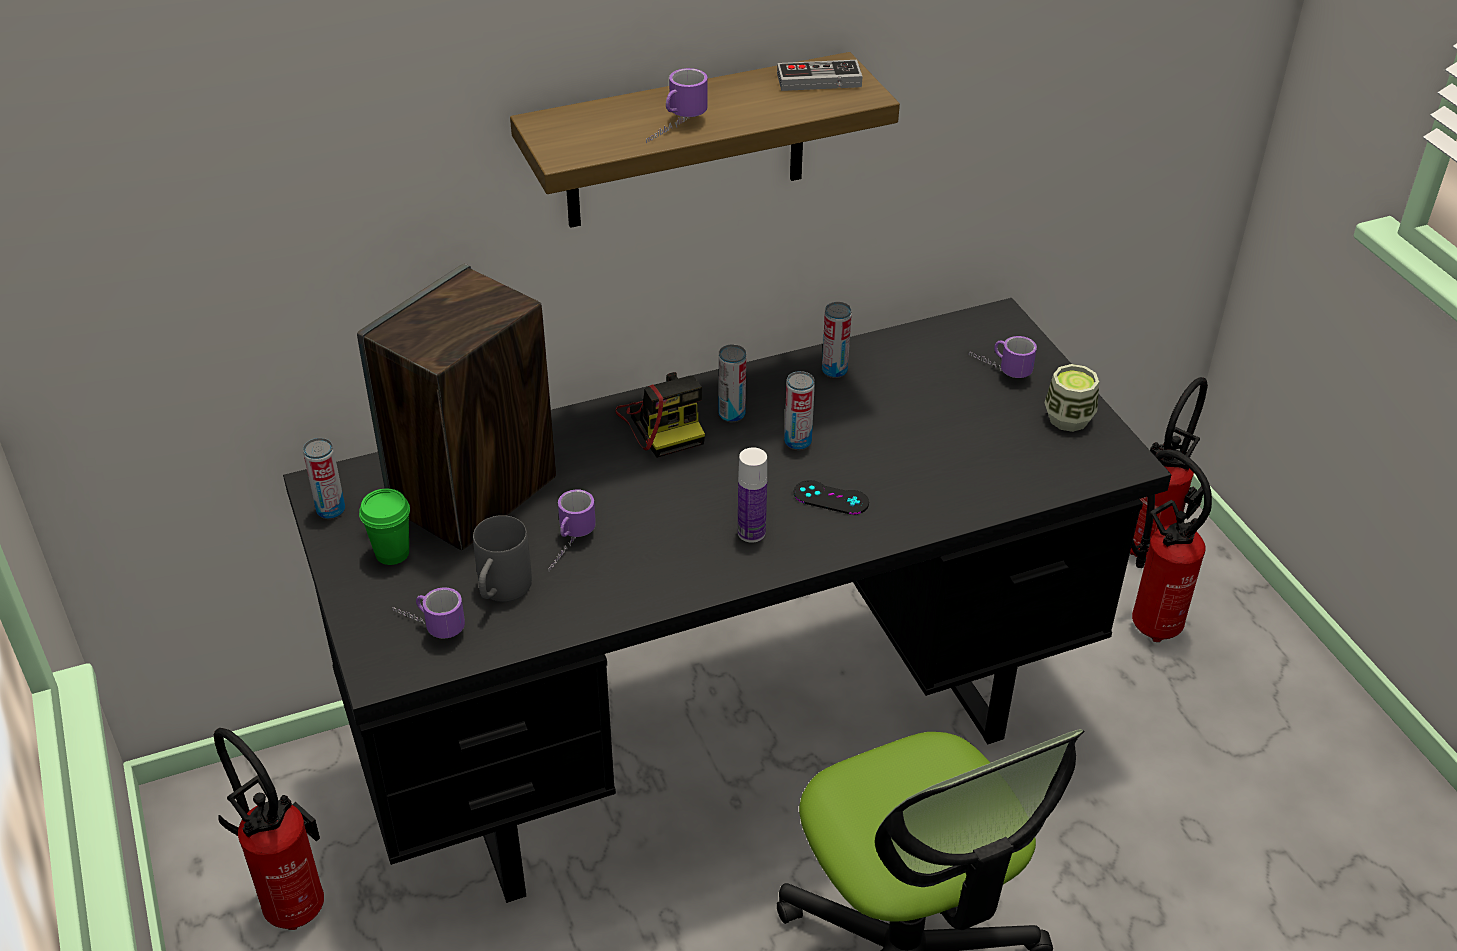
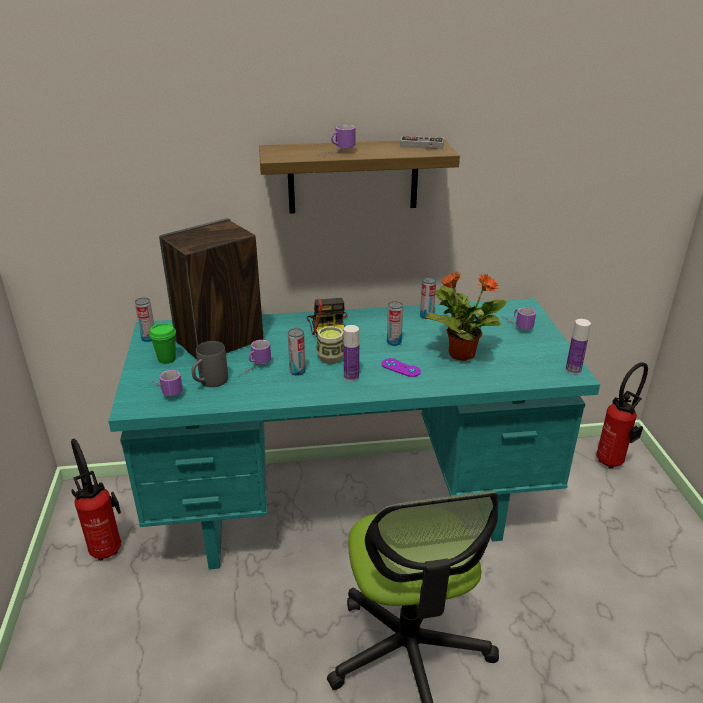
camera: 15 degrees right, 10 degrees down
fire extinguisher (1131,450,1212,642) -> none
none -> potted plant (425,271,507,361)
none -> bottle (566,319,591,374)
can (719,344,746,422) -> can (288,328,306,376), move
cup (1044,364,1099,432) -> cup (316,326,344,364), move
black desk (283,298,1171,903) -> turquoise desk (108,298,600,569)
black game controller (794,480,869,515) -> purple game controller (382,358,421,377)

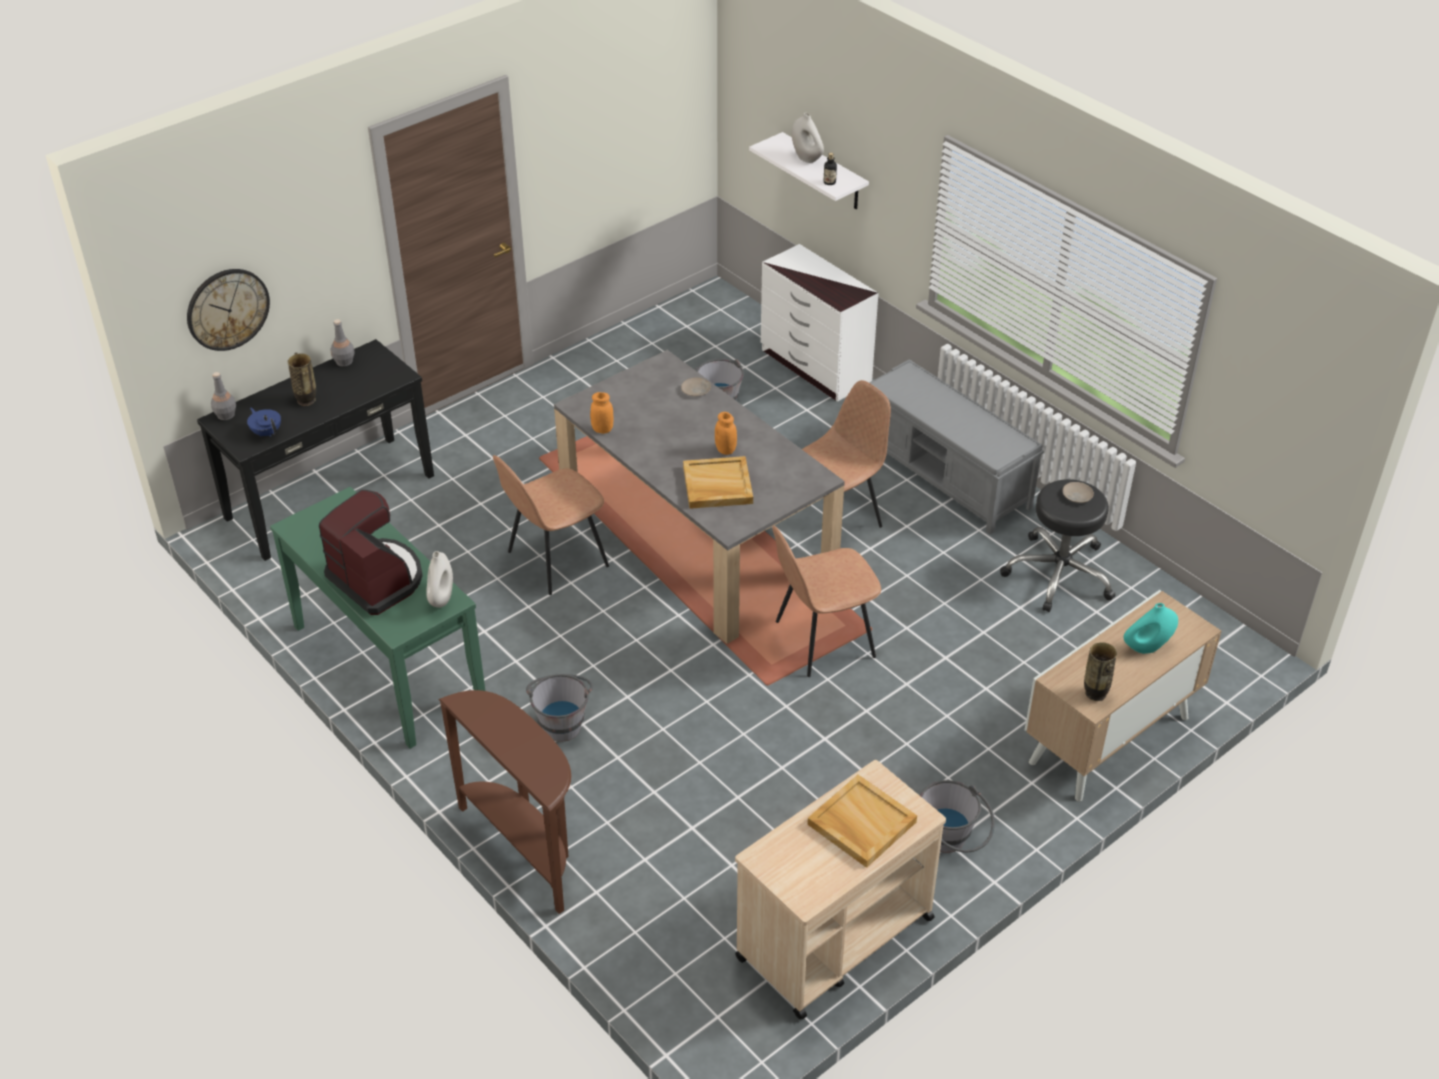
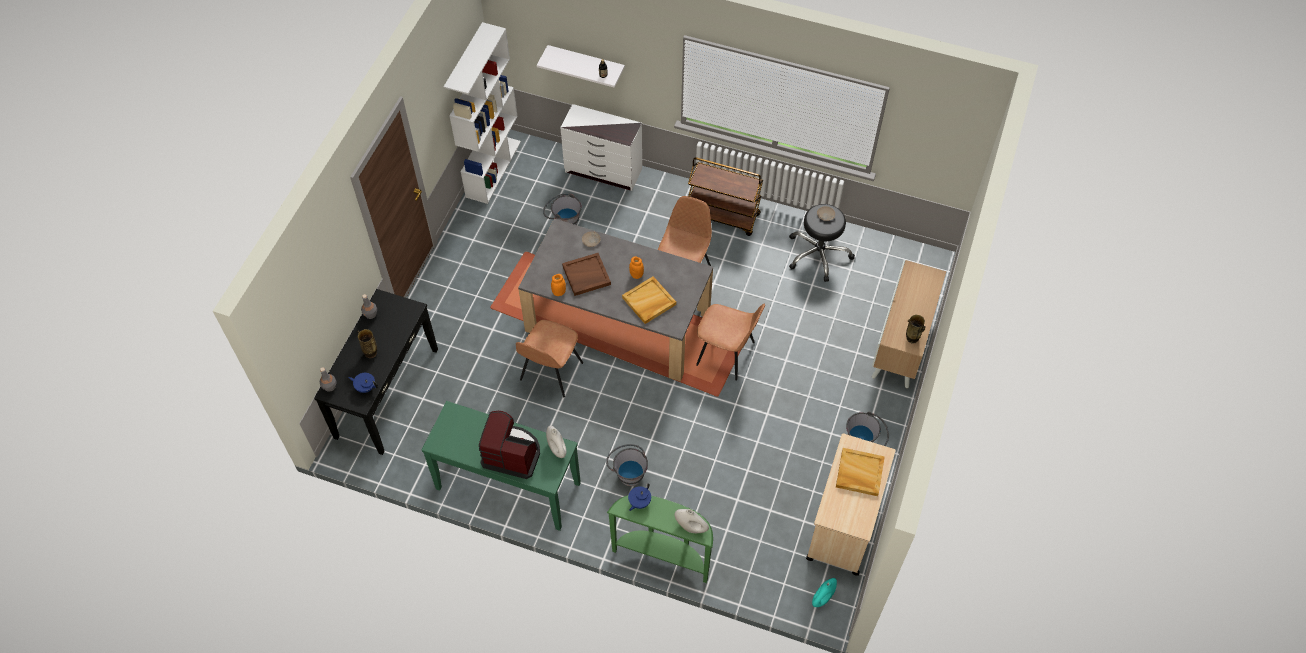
camera: 30 degrees left, 15 degrees up
wall clock (187,269,270,351) -> none
none -> white bookcase (444,22,521,204)
none -> brown tray (562,253,611,296)
none -> blue teapot (628,483,651,511)
white vase (792,113,824,163) -> white vase (675,509,709,533), move
turquoise vase (1124,603,1178,654) -> turquoise vase (812,578,837,607), move
grey bench (870,359,1044,534) -> brown cart (688,157,763,236)
brown console table (438,690,571,914) -> green console table (607,495,713,583)
brown chair (772,525,881,677) -> brown chair (696,303,765,381), 105 degrees counterclockwise

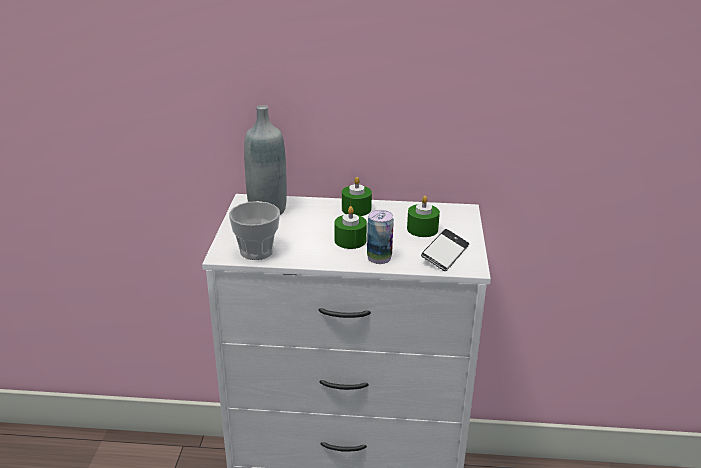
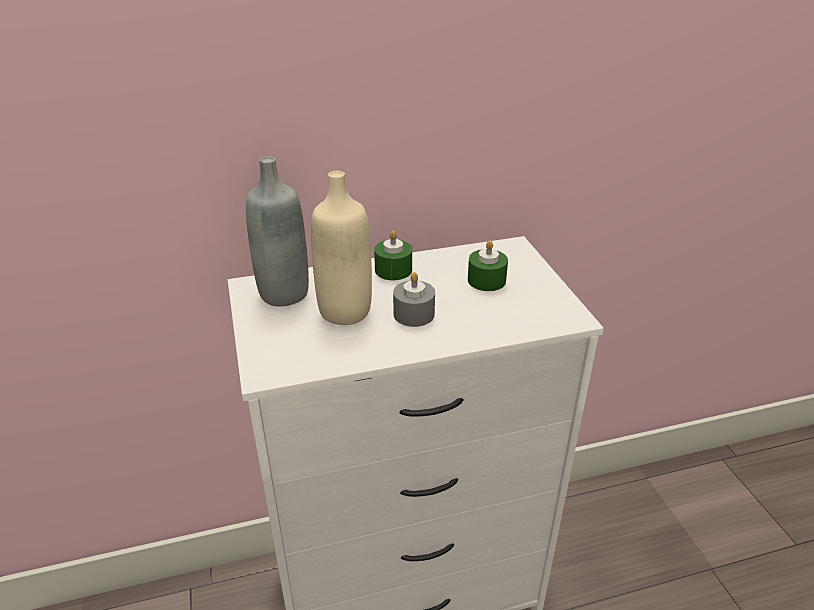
camera: 20 degrees left, 5 degrees up
cup (229,201,280,260) -> none
can (367,210,394,264) -> none
phone (421,229,469,271) -> none
none -> beige bottle (311,171,372,325)
green candle (334,206,367,249) -> grey candle (393,272,435,327)

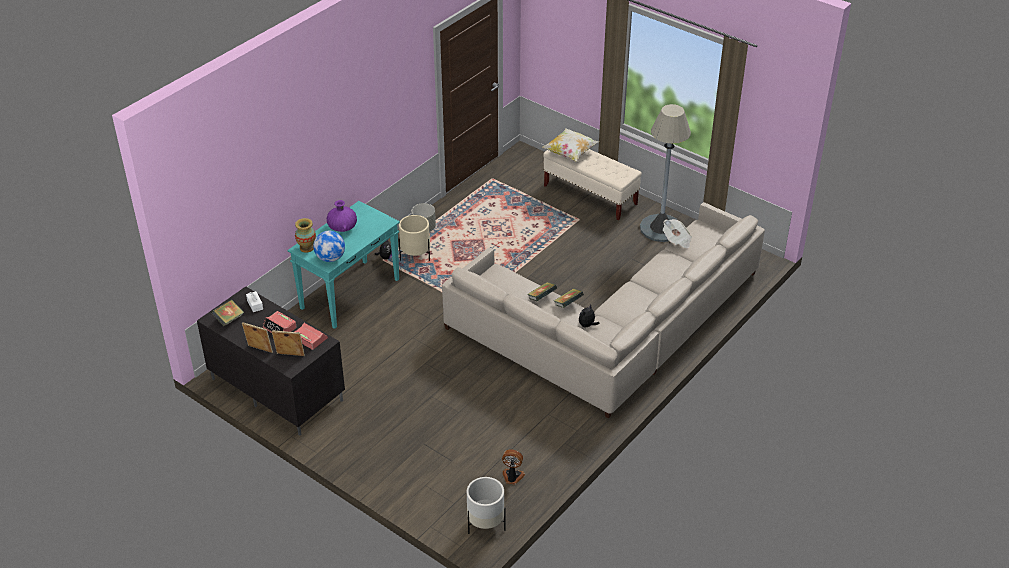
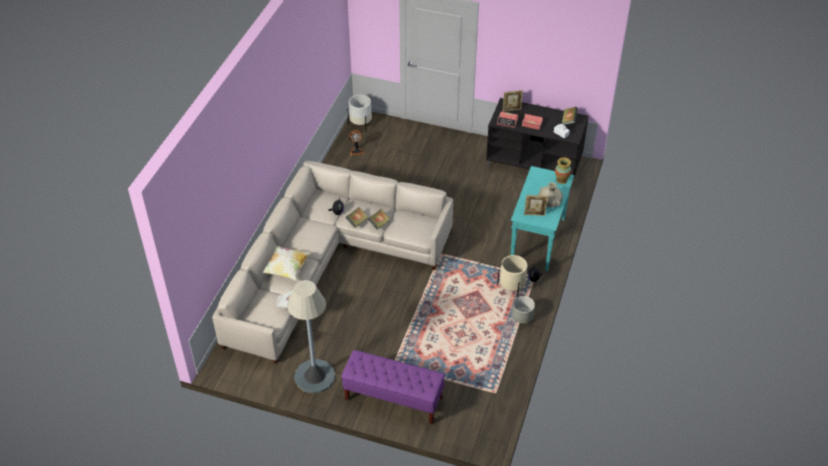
camera: 160 degrees right, 5 degrees up
globe (313,231,345,262) -> none
picture frame (242,322,273,353) -> picture frame (524,195,548,216), move
pillow (542,128,599,161) -> pillow (263,246,311,281), move
purple vase (327,200,357,232) -> beige vase (538,182,563,207)
beige bench (543,149,642,221) -> purple bench (342,350,445,424)

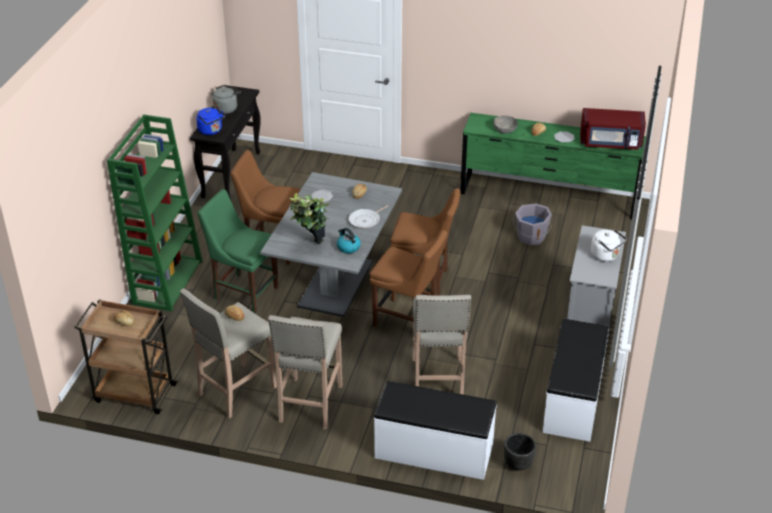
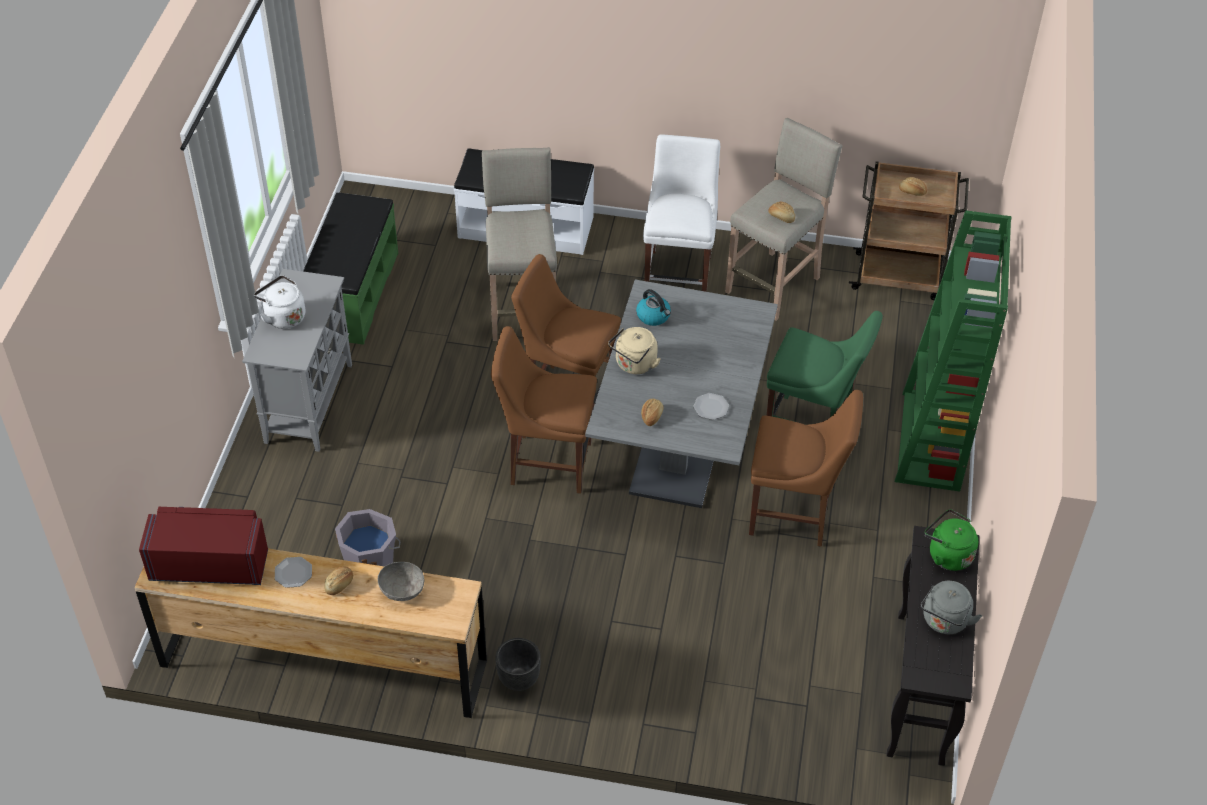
camera: 175 degrees right, 10 degrees up
potted plant (289,193,329,244) -> none
black planter (504,433,536,471) -> black planter (495,638,541,691), move
beige stool (268,315,343,430) -> white chair (643,134,720,292)
frying pan (349,205,389,229) -> beige kettle (608,327,661,374)
blue kettle (196,108,225,135) -> green kettle (924,509,978,571)
green dresser (460,113,646,219) -> brown dresser (134,548,487,718)
white bench (542,319,609,442) -> green bench (303,192,398,345)

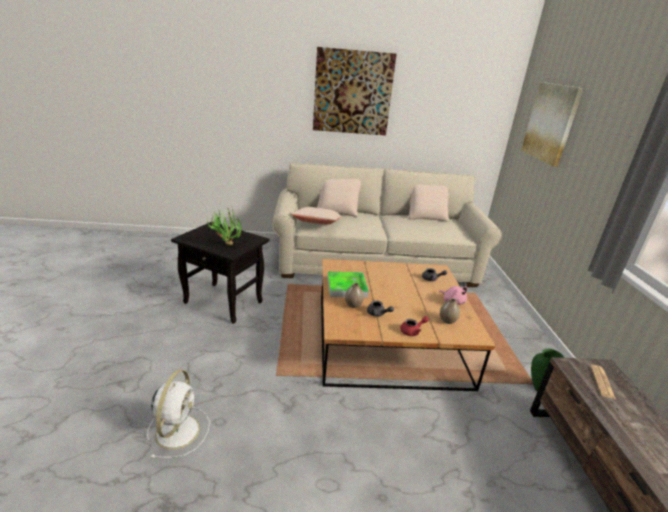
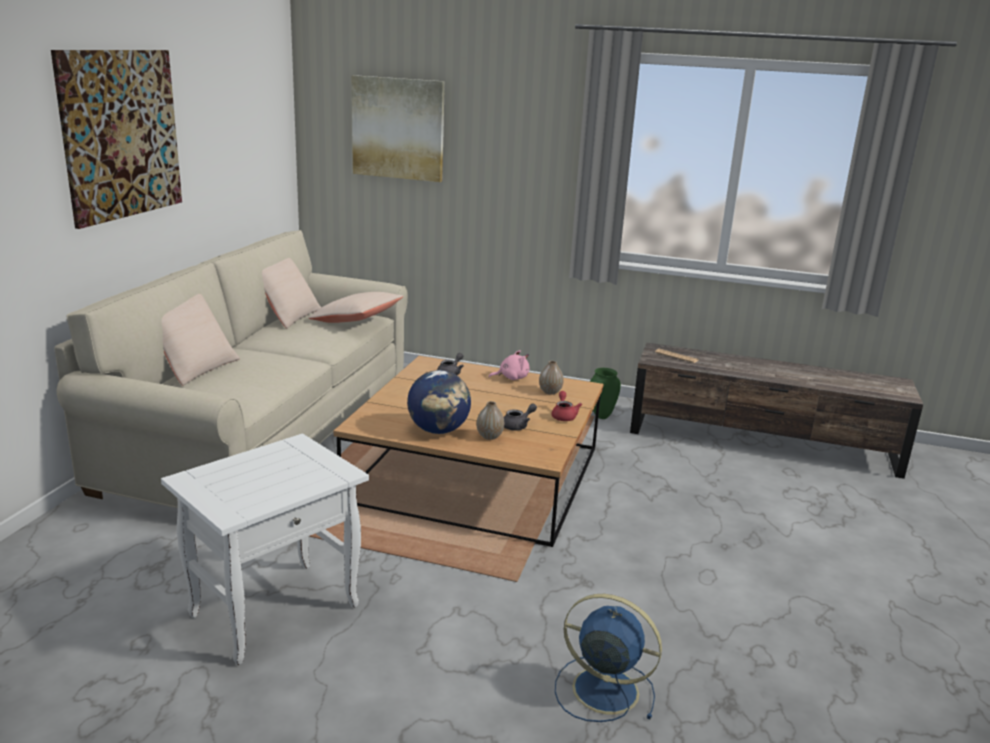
camera: 70 degrees left, 5 degrees down
potted plant (207,208,242,246) -> none
beige pillow (291,207,343,225) -> beige pillow (309,292,404,323), move
tray (327,272,369,298) -> globe (407,370,471,434)
white fan (147,370,210,458) -> blue fan (555,594,662,722)
black side table (171,222,269,324) -> white side table (161,433,369,665)

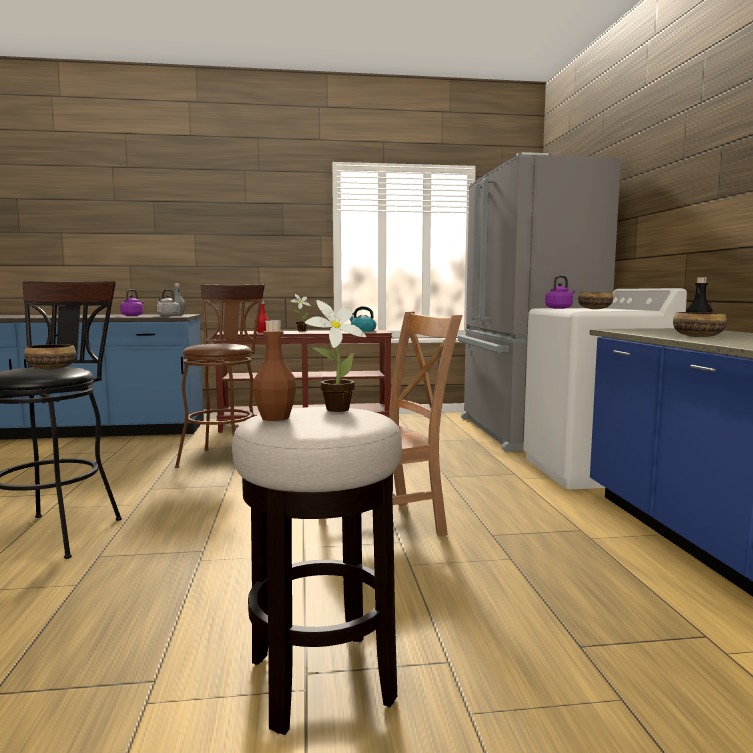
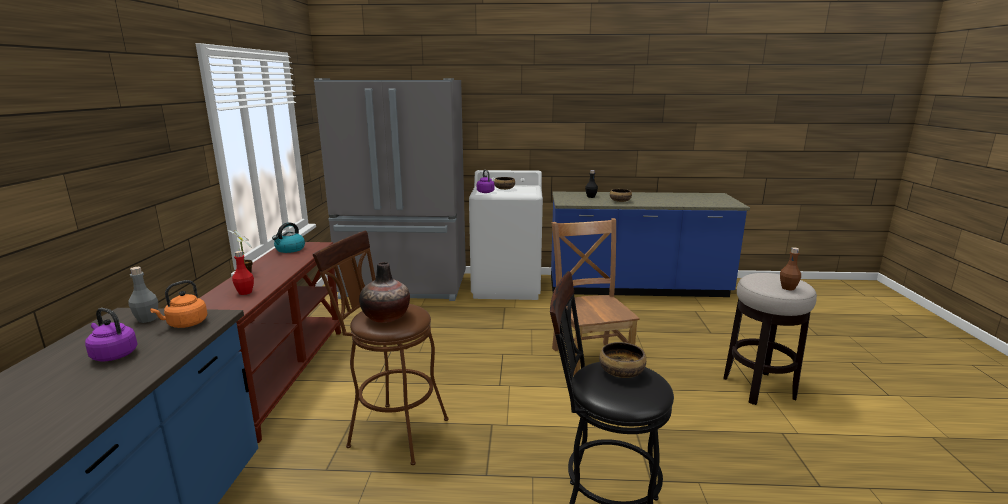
camera: 80 degrees left, 10 degrees up
potted plant (304,300,366,412) -> none
none -> vase (359,262,410,323)
grey kettle (157,289,180,316) -> orange kettle (150,280,208,328)

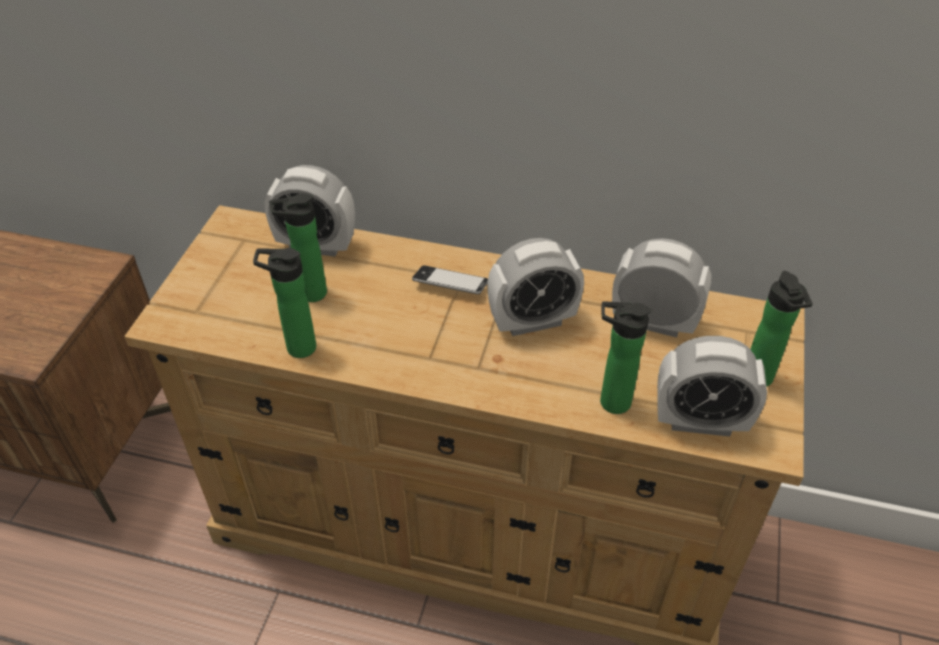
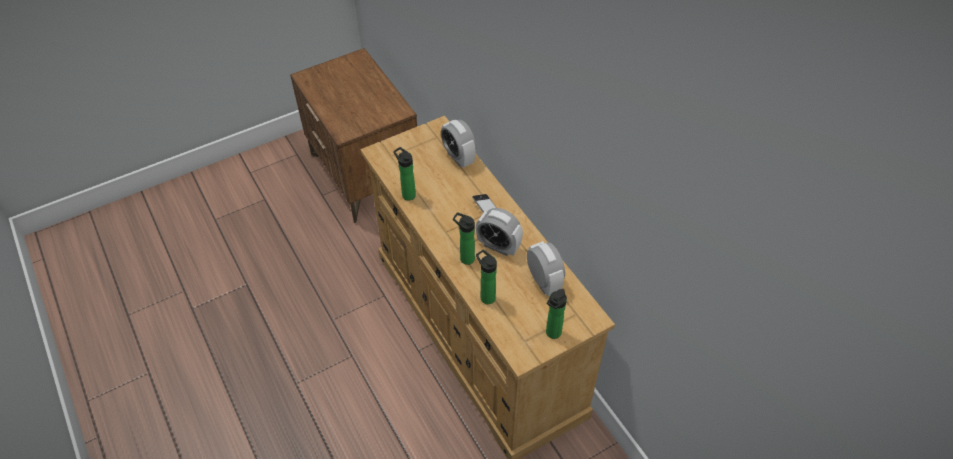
camera: 45 degrees right, 5 degrees up
alarm clock (657,336,767,437) -> none
bottle (269,193,327,302) -> bottle (453,212,475,265), move

